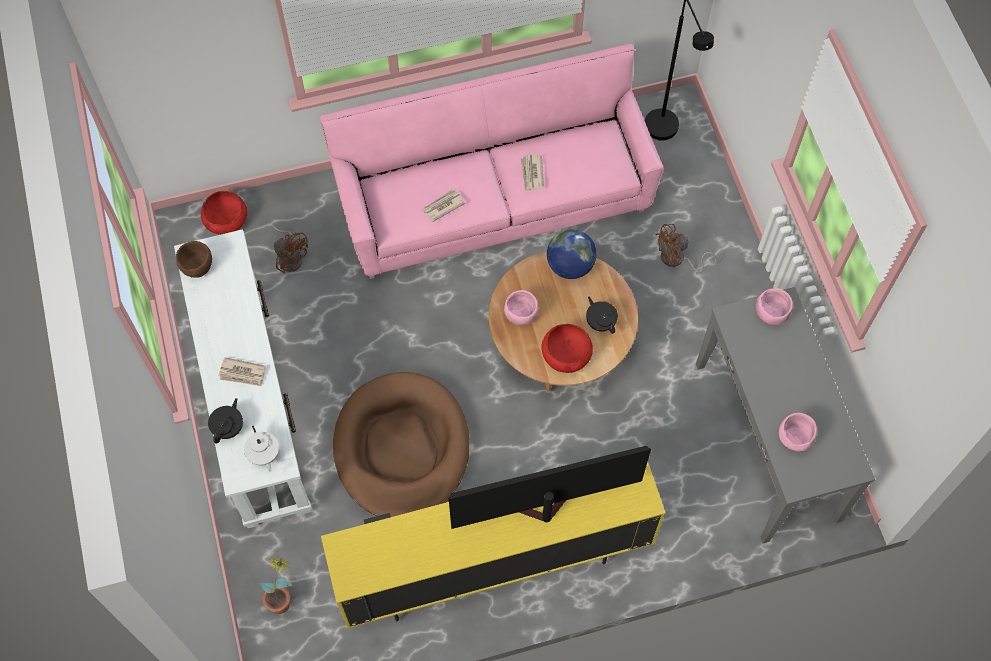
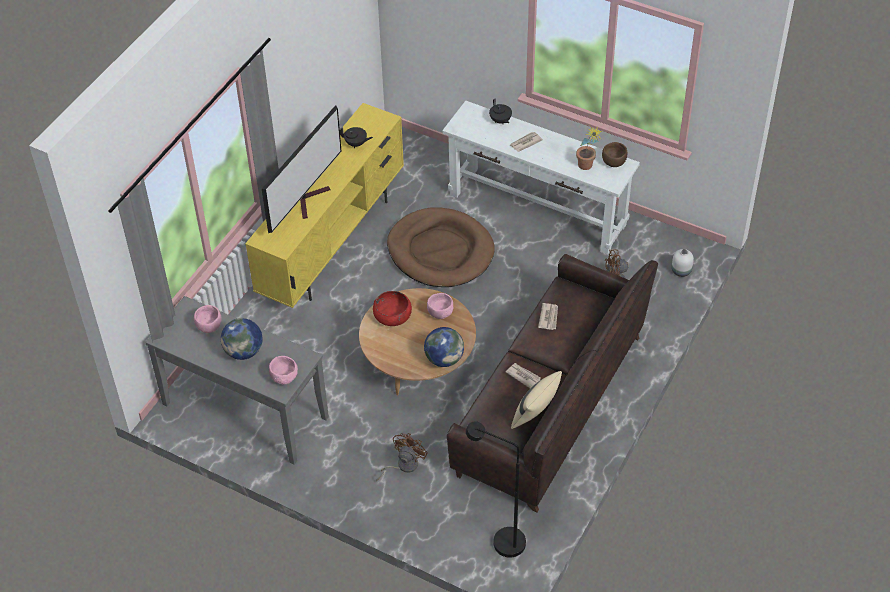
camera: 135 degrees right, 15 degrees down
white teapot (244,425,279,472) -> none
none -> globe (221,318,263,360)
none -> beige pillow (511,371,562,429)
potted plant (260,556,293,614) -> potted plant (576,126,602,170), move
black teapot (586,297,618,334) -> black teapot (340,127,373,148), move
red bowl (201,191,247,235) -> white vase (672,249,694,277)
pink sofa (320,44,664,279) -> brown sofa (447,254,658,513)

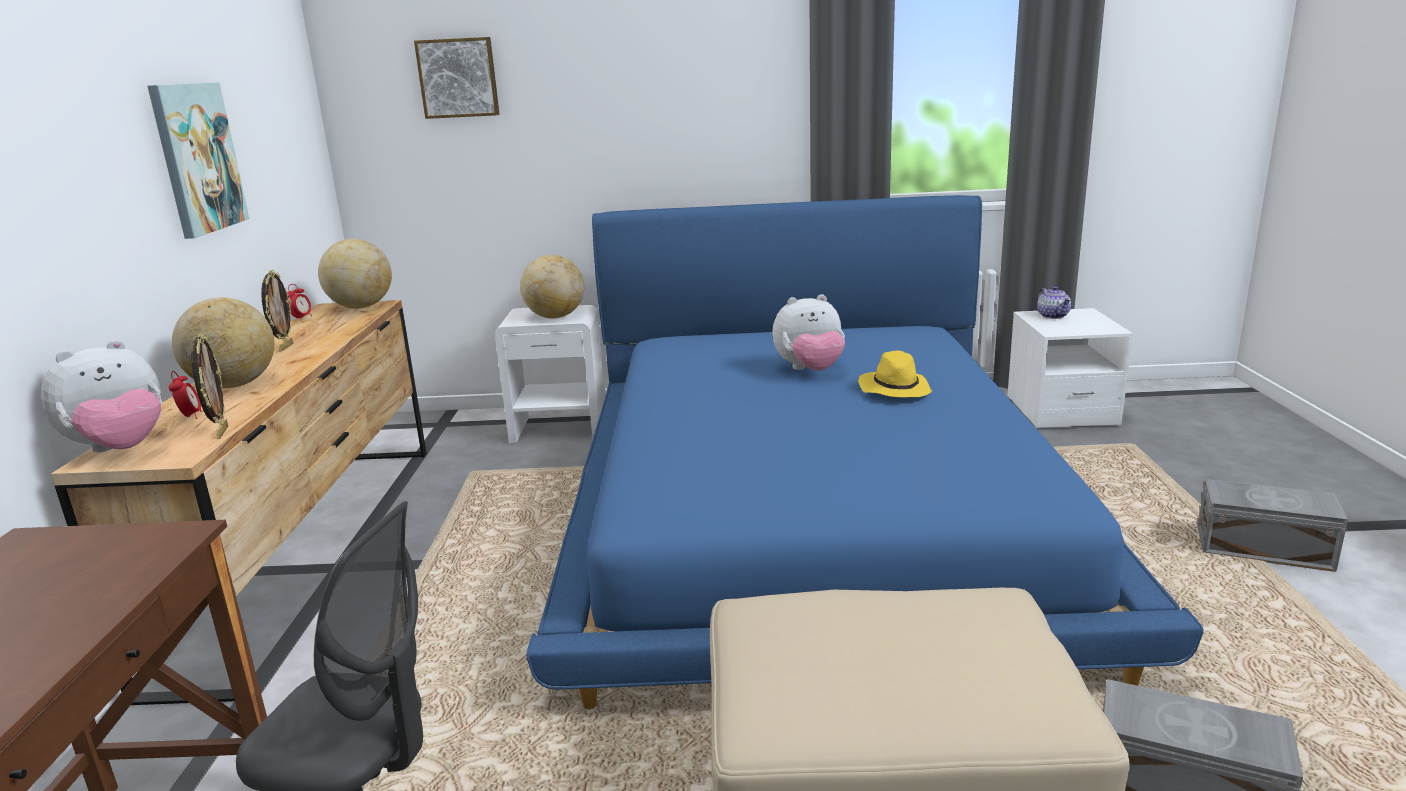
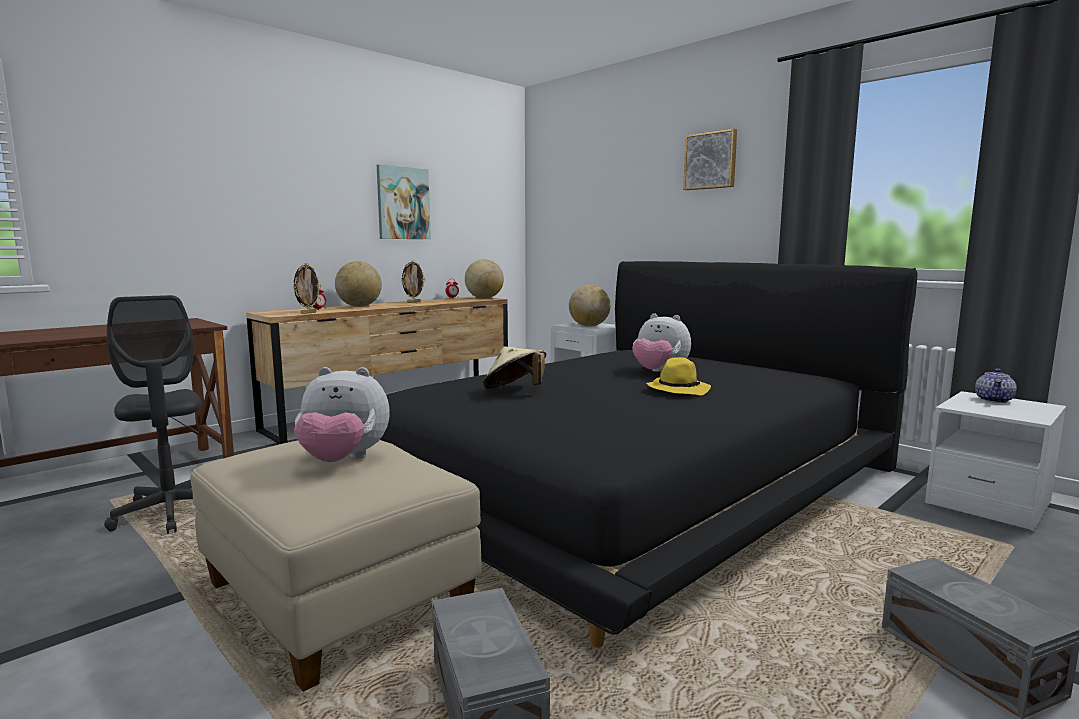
camera: 45 degrees right, 10 degrees down
none -> beige hat (483,346,546,389)
plush toy (41,340,162,453) -> plush toy (294,367,390,462), move
picture (414,37,500,119) -> picture (683,129,737,190), move
blue bed (526,195,1204,709) -> black bed (380,261,917,648)

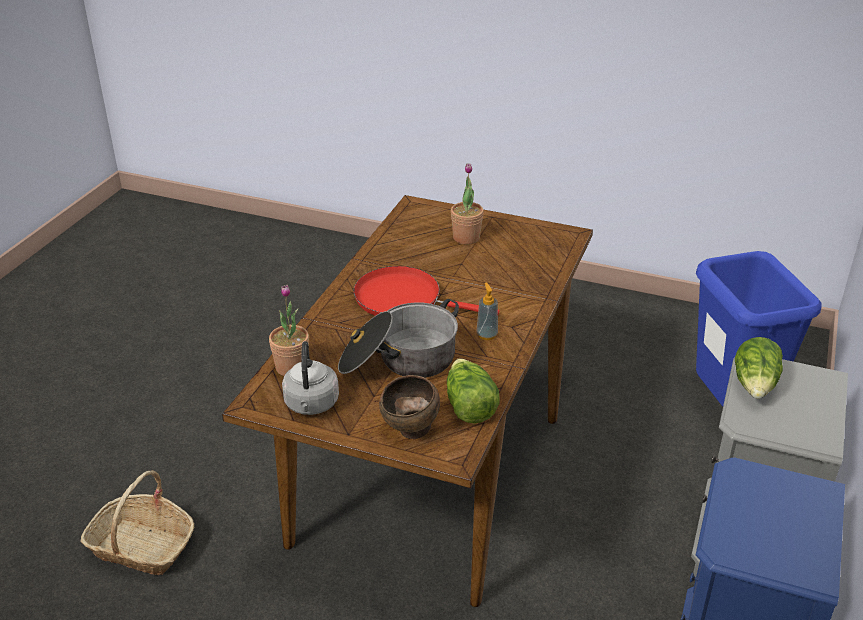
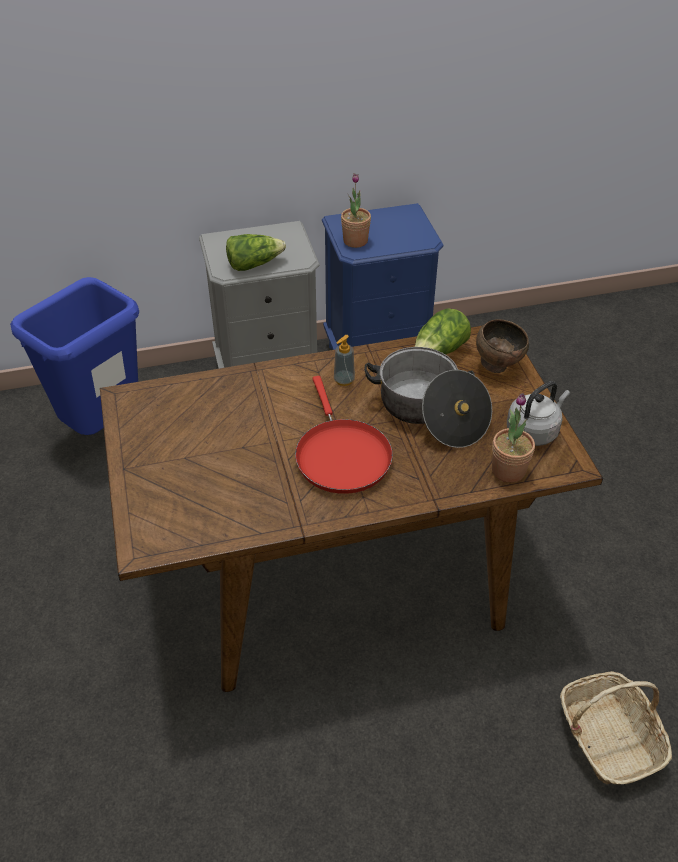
camera: 125 degrees left, 10 degrees up
potted plant (451,163,484,245) -> potted plant (341,173,371,248), move

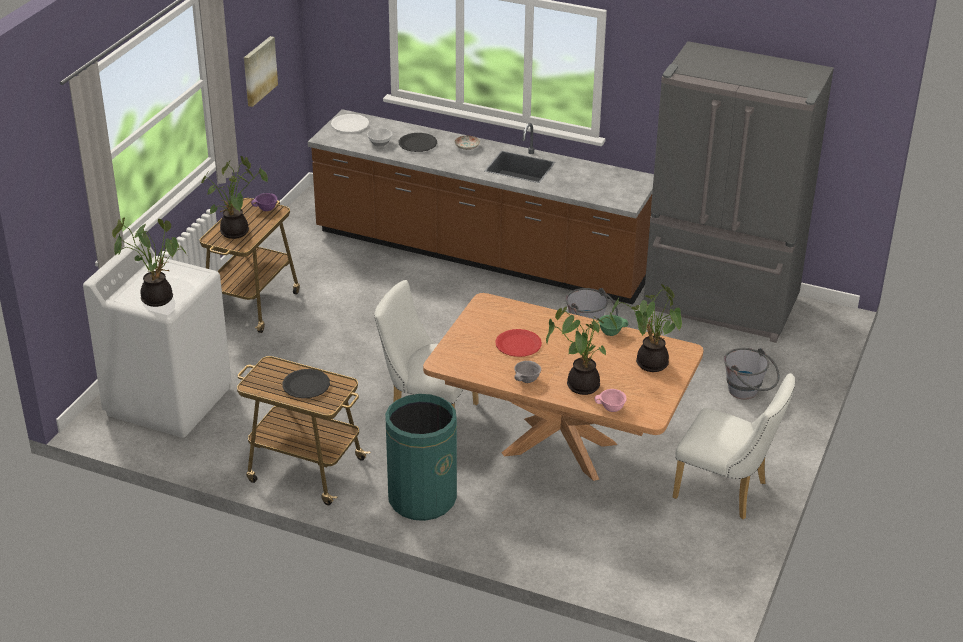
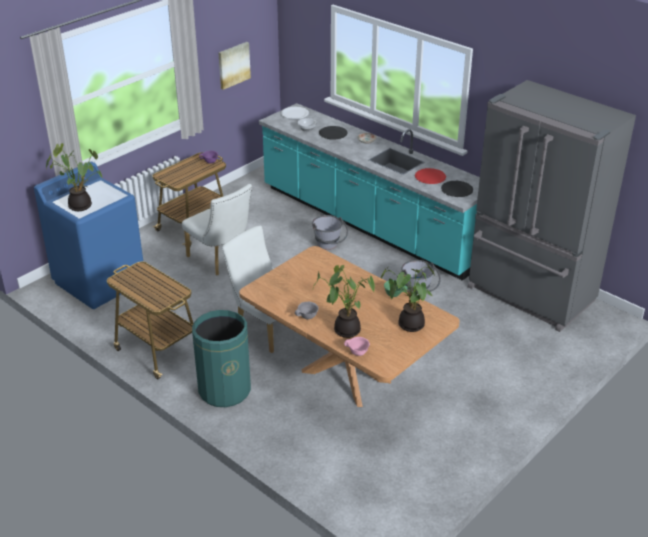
camera: 20 degrees right, 0 degrees up
potted plant (201,156,268,239) -> none
black plate (282,369,330,398) -> black plate (441,181,473,197), move
red plate (495,329,542,357) -> red plate (415,168,446,184), move
white chair (673,373,795,519) -> white chair (182,184,252,276), move
grey bucket (724,348,780,399) -> grey bucket (312,215,348,250), move
white washing machine (83,237,231,438) -> blue washing machine (34,162,143,309)
brown counter (308,109,654,304) -> turquoise counter (259,103,480,281)

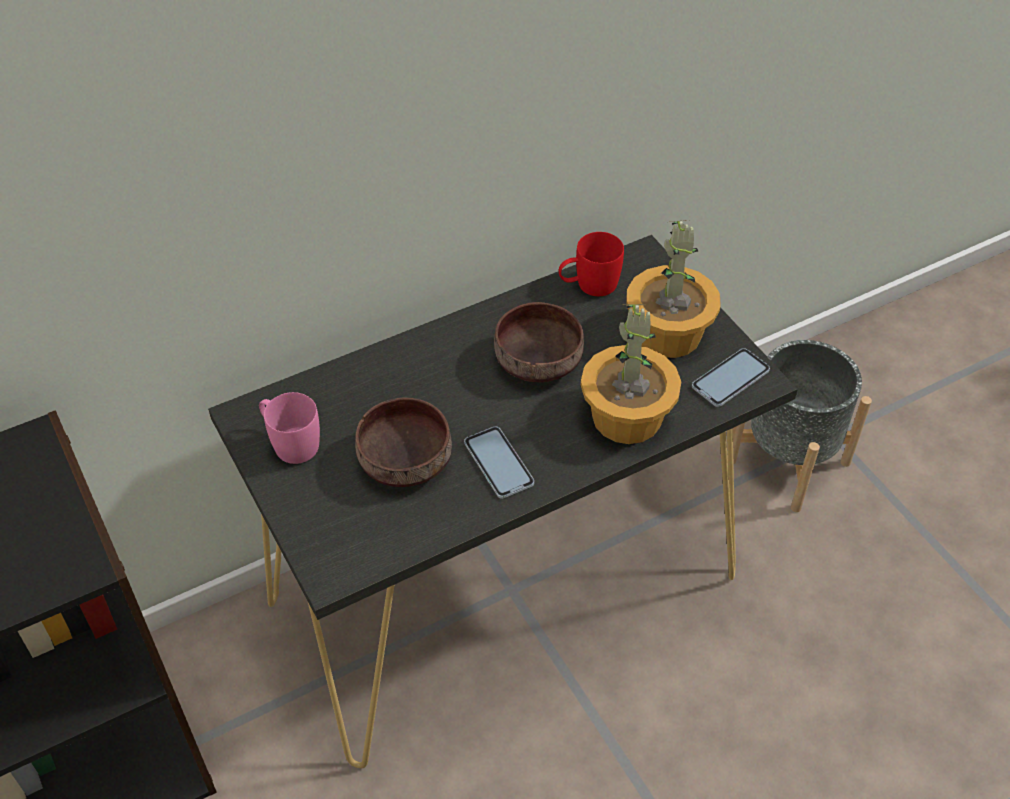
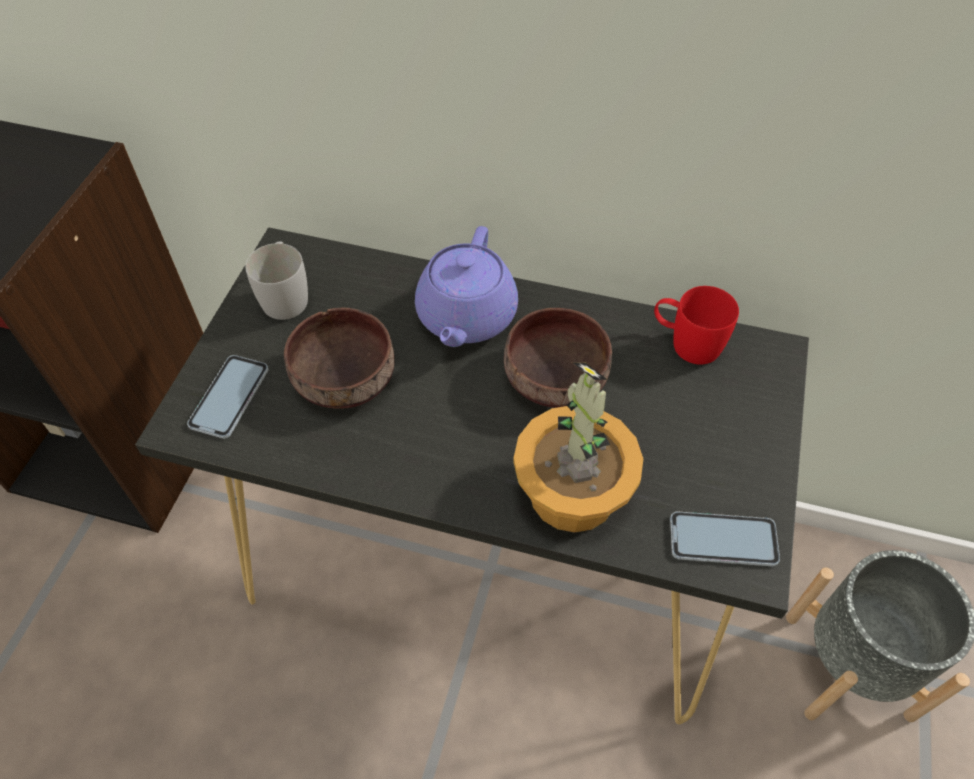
camera: 45 degrees right, 5 degrees up
potted plant (627,220,721,358) -> none
none -> purple teapot (415,226,518,347)
phone (464,426,534,499) -> phone (187,355,269,439), move
pink mug (259,392,320,464) -> white mug (245,241,308,320)

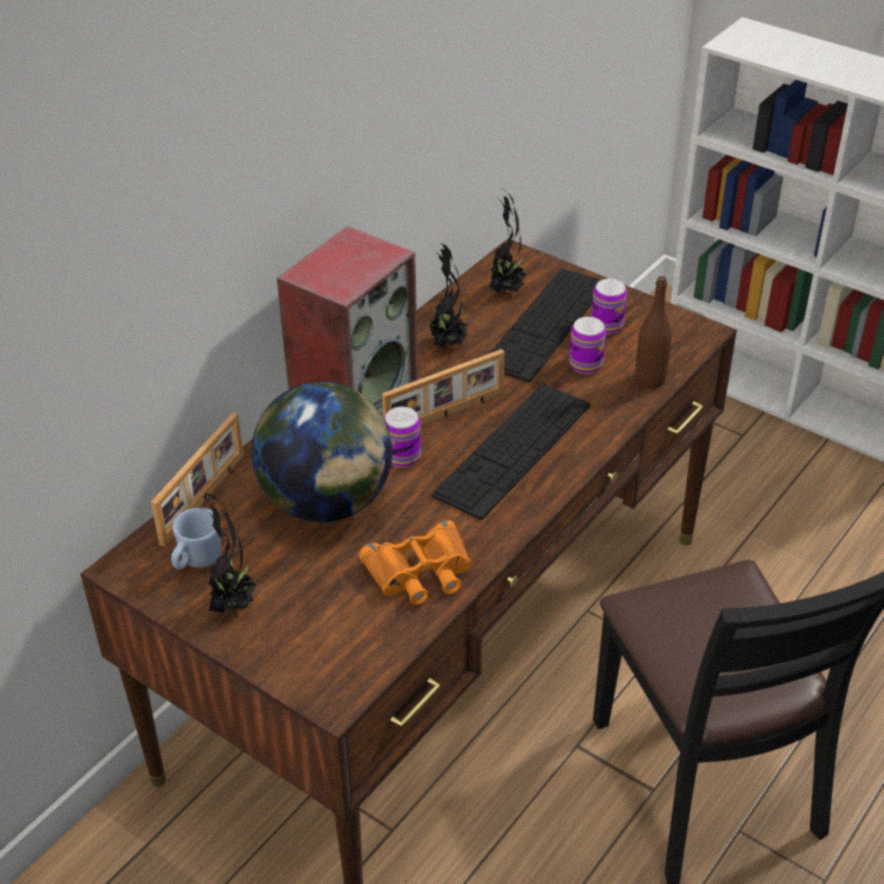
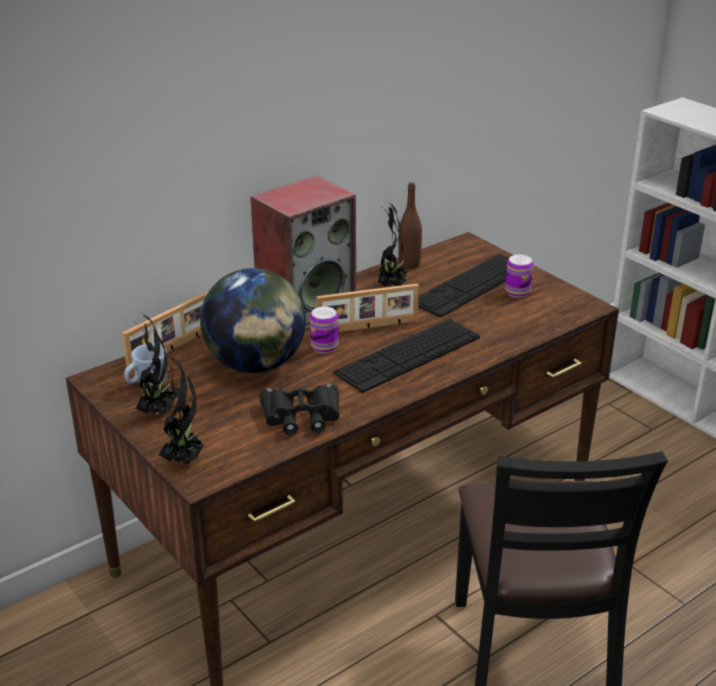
camera: 15 degrees right, 10 degrees down
can (569,317,606,374) -> none
potted plant (489,189,527,292) -> potted plant (159,357,204,464), move
brown bottle (635,276,672,388) -> brown bottle (398,182,422,269), move
orange binoculars (359,520,472,605) -> black binoculars (260,384,339,435)

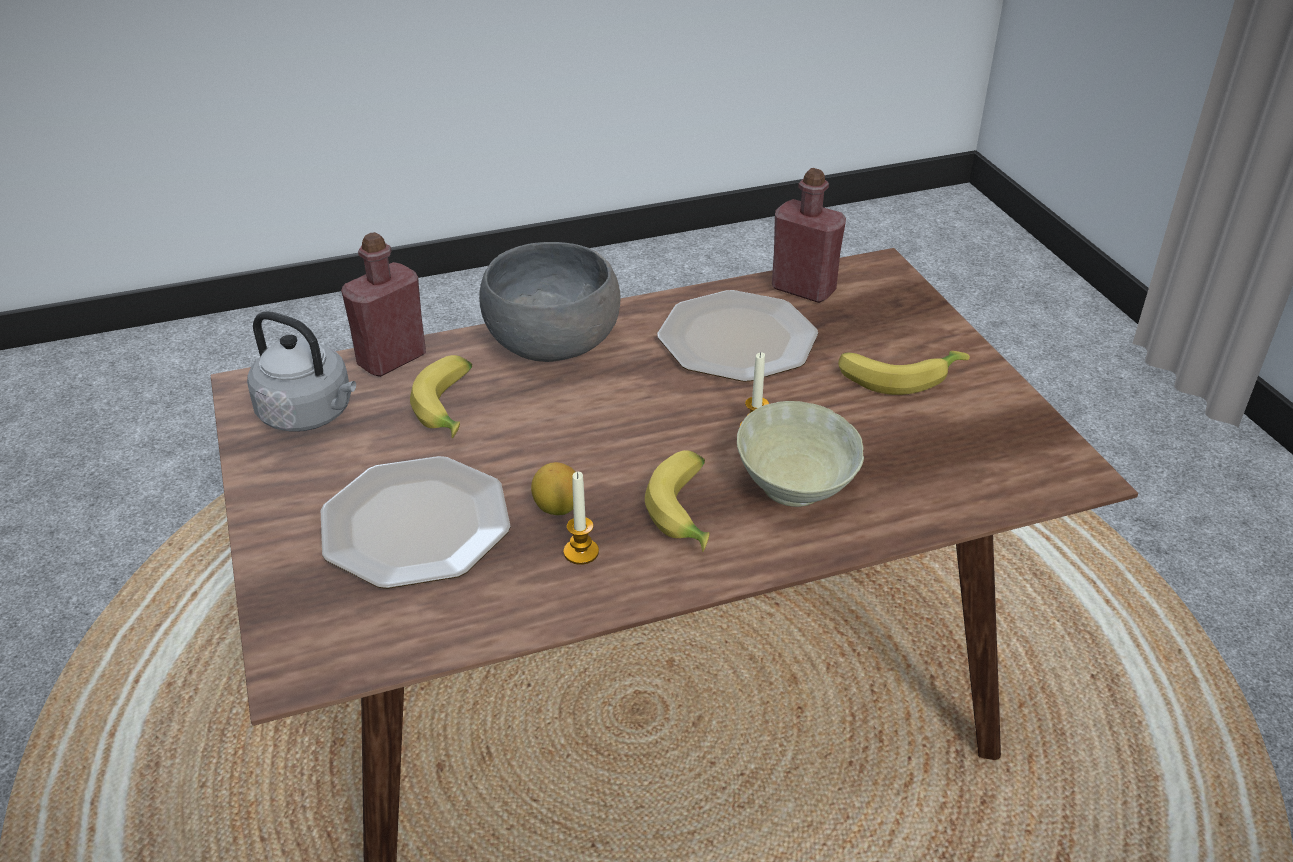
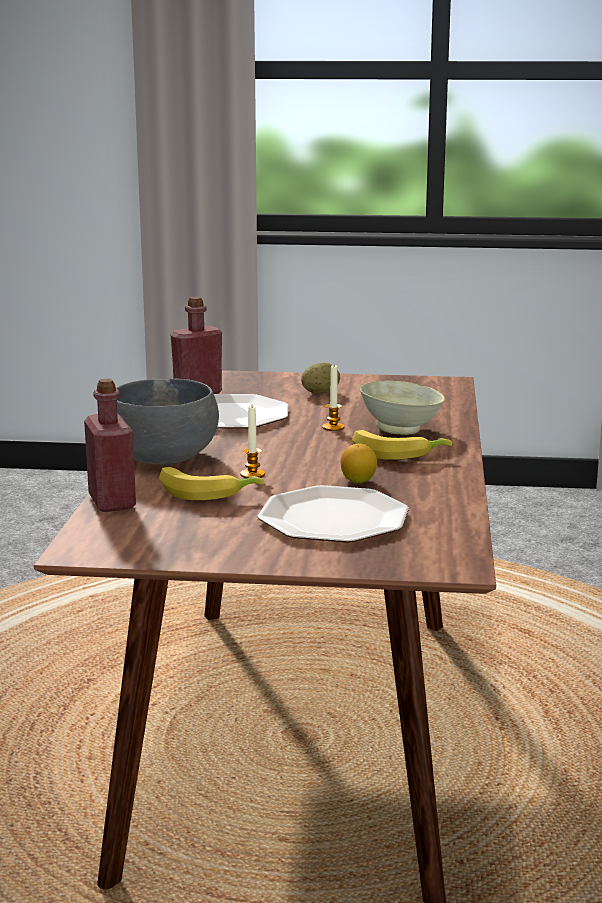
camera: 65 degrees left, 20 degrees down
grey kettle (247,311,356,432) -> none
candle (564,472,599,565) -> candle (240,405,265,478), move
banana (838,351,970,395) -> potato (301,362,340,394)

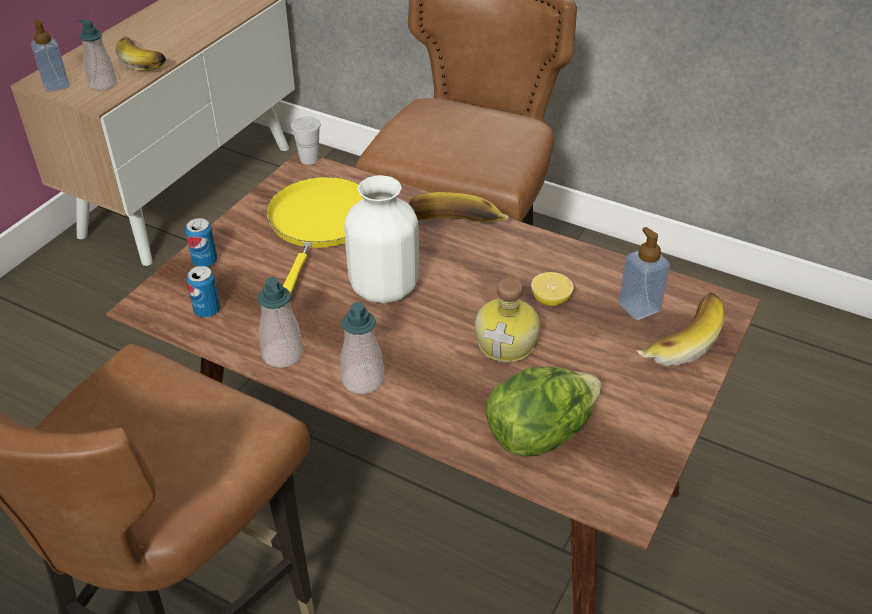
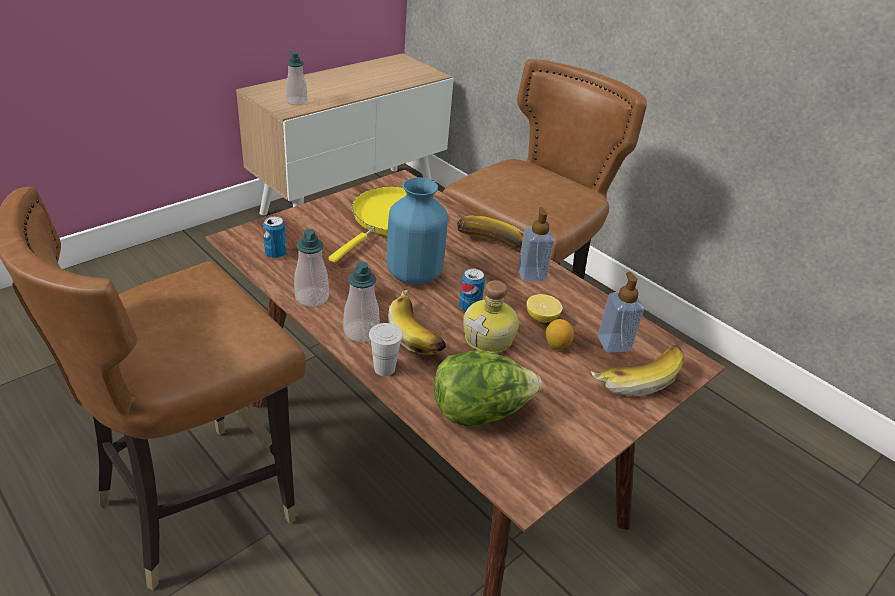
camera: 15 degrees right, 5 degrees down
none -> lemon (546,319,574,350)
soap dispenser (31,19,70,92) -> soap dispenser (518,207,554,282), move
banana (115,34,166,71) -> banana (388,290,446,355), move
can (185,218,217,267) -> can (459,268,485,311), move
white cup (291,117,321,165) -> white cup (369,323,403,376), move
white vase (344,175,419,303) -> blue vase (387,177,448,285)

